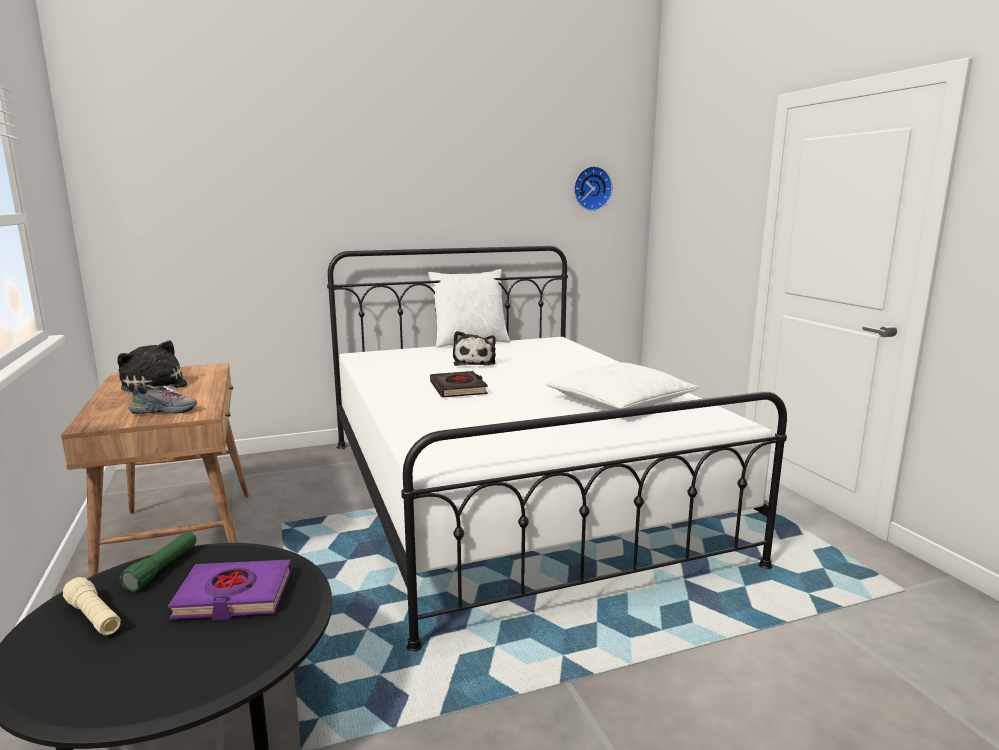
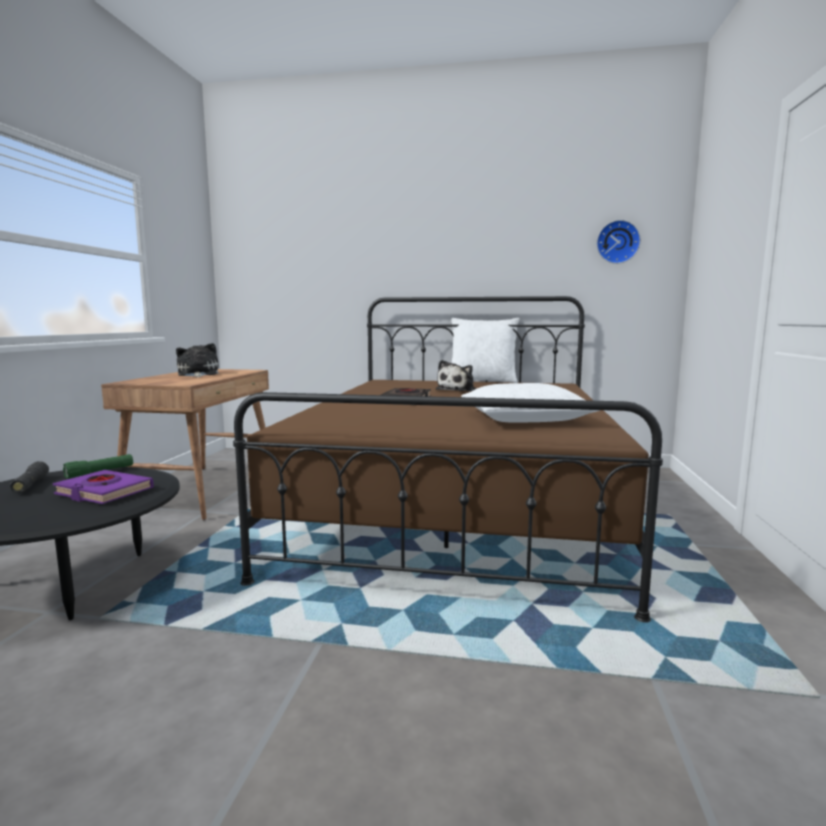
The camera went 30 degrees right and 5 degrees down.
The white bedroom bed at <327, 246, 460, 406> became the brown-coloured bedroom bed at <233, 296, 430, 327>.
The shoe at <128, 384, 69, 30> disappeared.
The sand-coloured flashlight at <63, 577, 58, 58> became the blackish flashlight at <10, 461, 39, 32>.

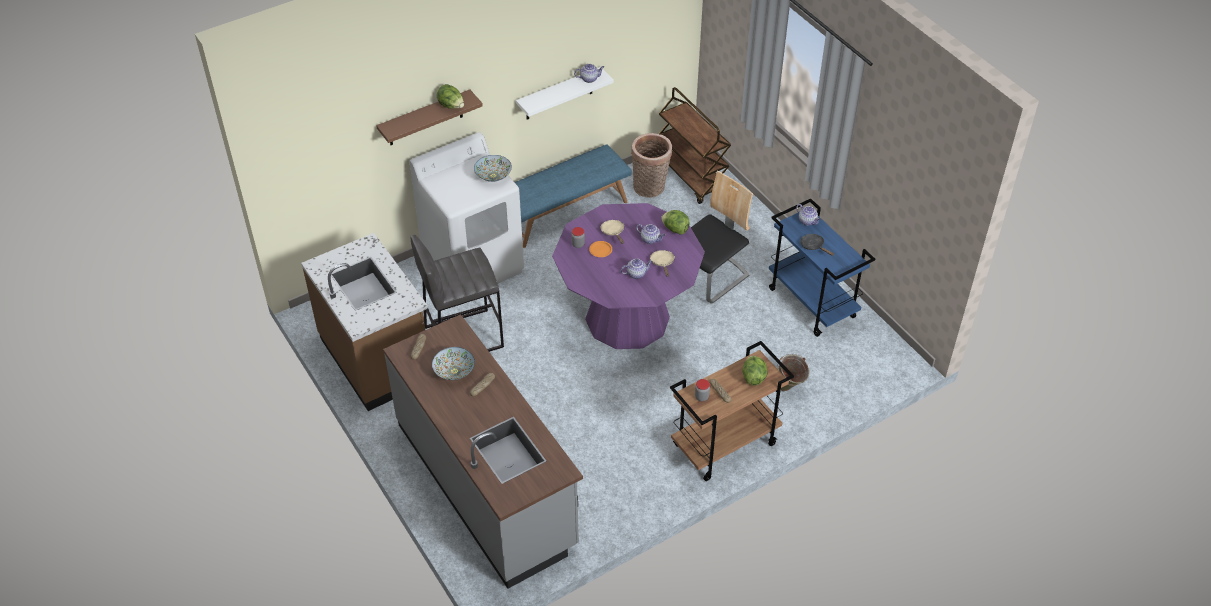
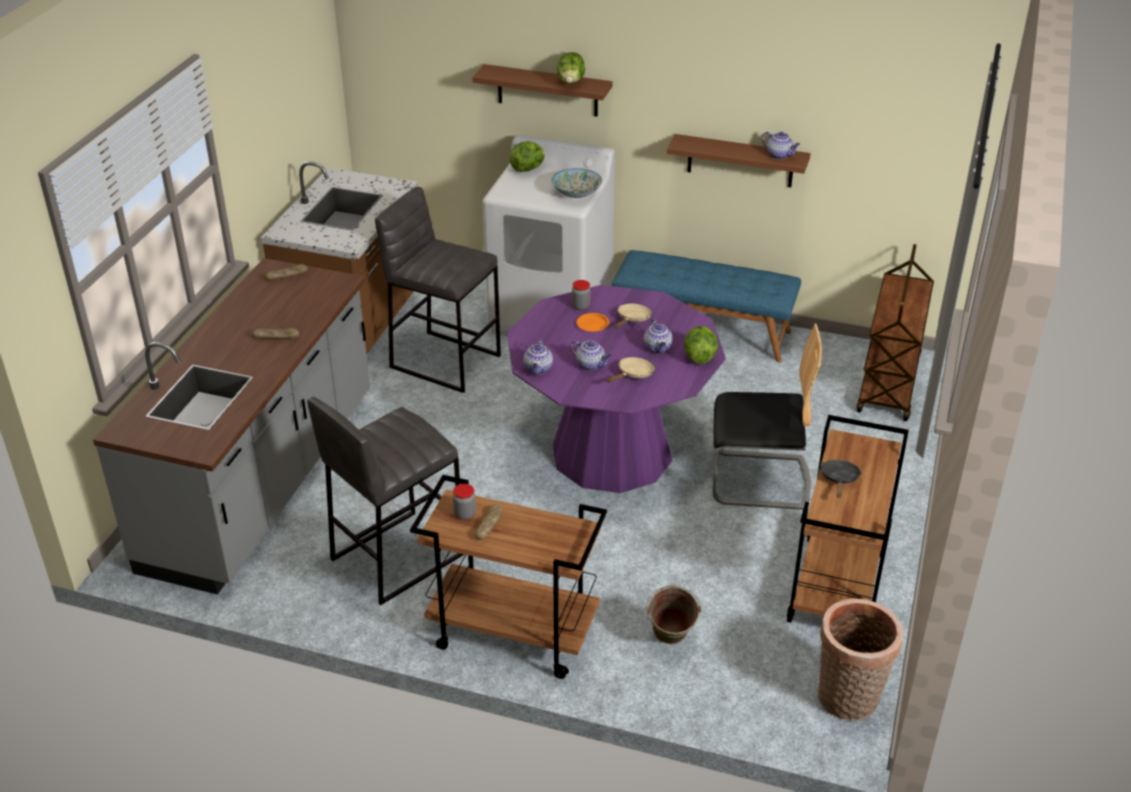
The camera went 50 degrees right and 10 degrees down.
The white bracket shelf at <516, 67, 98, 53> became the brown-coloured bracket shelf at <667, 134, 144, 53>.
The basket moved from <631, 133, 41, 65> to <817, 598, 86, 123>.
The blue trolley at <769, 199, 106, 138> became the brown-coloured trolley at <787, 415, 122, 208>.
The pot for tea moved from <796, 204, 25, 22> to <524, 339, 29, 36>.
The deep dish at <432, 347, 43, 33> disappeared.
The lettuce head moved from <742, 356, 26, 30> to <509, 141, 36, 31>.
The gray stool seat at <307, 397, 157, 208> appeared.

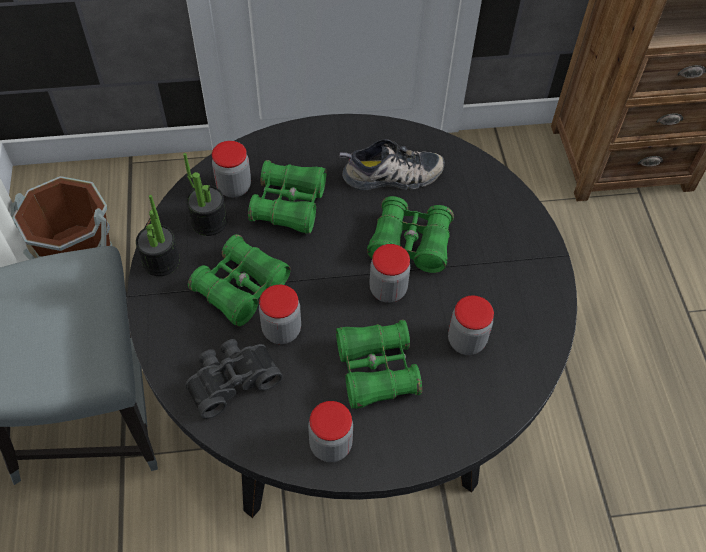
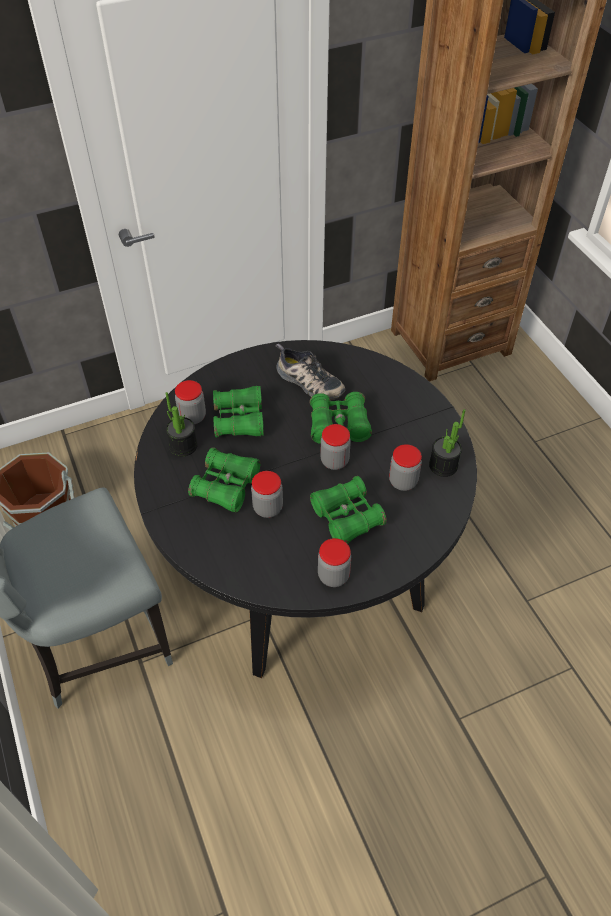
The camera went 15 degrees left and 5 degrees down.
The shoe at <339, 139, 106, 51> turned 60 degrees clockwise.
The houseplant moved from <136, 195, 44, 81> to <429, 409, 36, 68>.
The blackish pair of binoculars at <185, 339, 98, 80> disappeared.

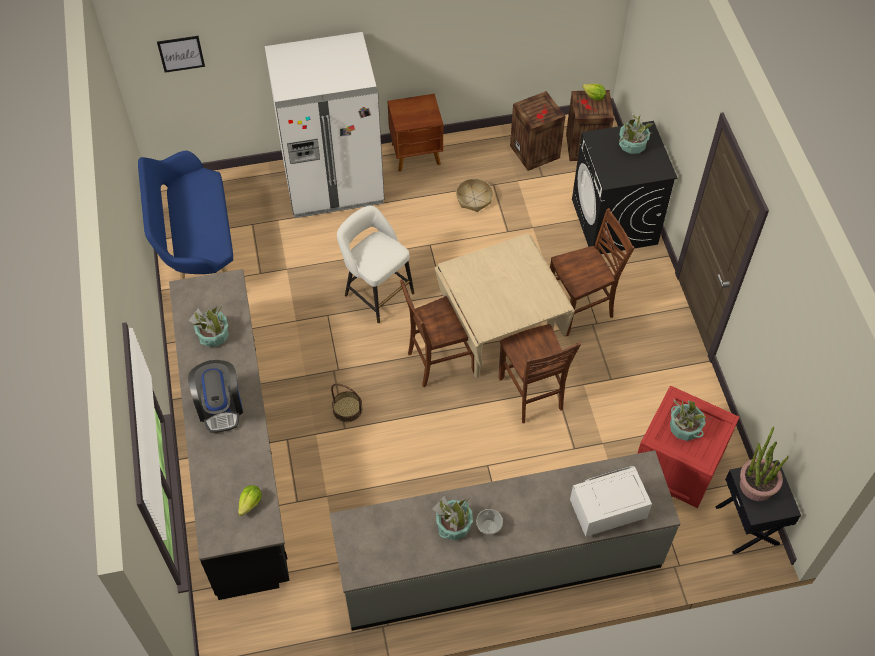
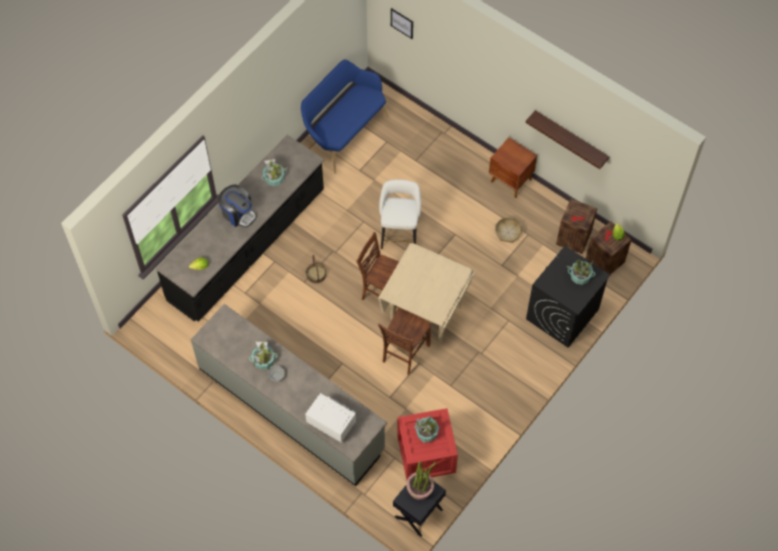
The camera went 50 degrees right and 5 degrees up.
The white fridge at <265, 32, 119, 186> disappeared.
The brown-coloured upright chair at <550, 208, 85, 128> disappeared.
The coffee maker at <188, 360, 55, 73> turned 90 degrees counterclockwise.
The bracket shelf at <525, 110, 84, 59> appeared.

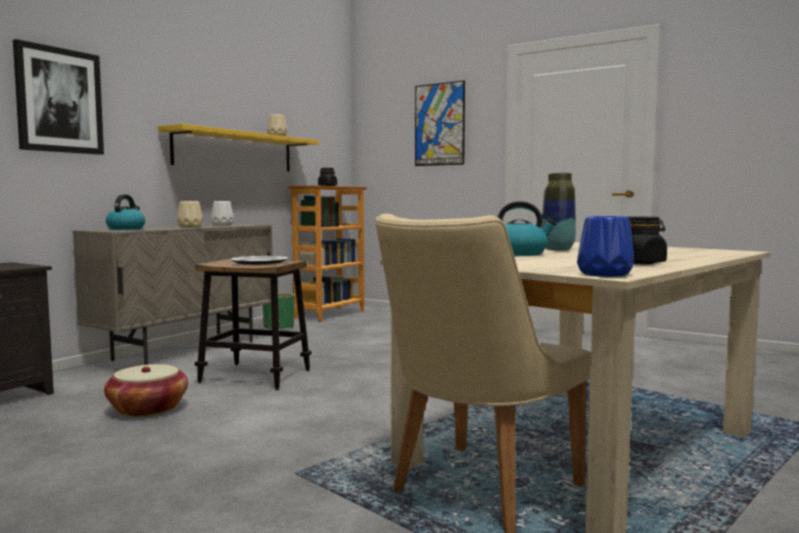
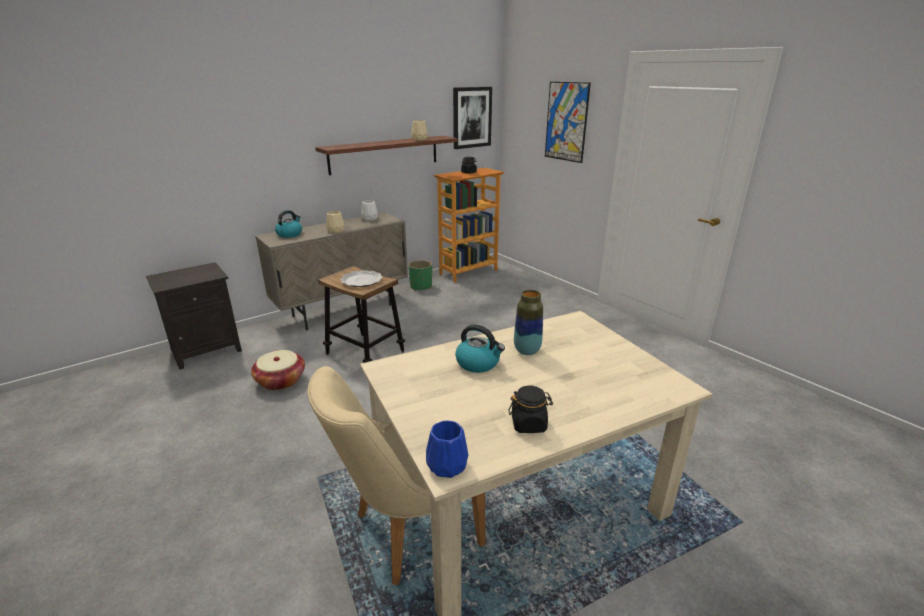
The camera went 20 degrees right and 20 degrees up.
The wall picture moved from <13, 39, 91, 116> to <453, 87, 39, 62>.
The yellow bracket shelf at <158, 124, 161, 47> became the brown-coloured bracket shelf at <315, 136, 143, 39>.

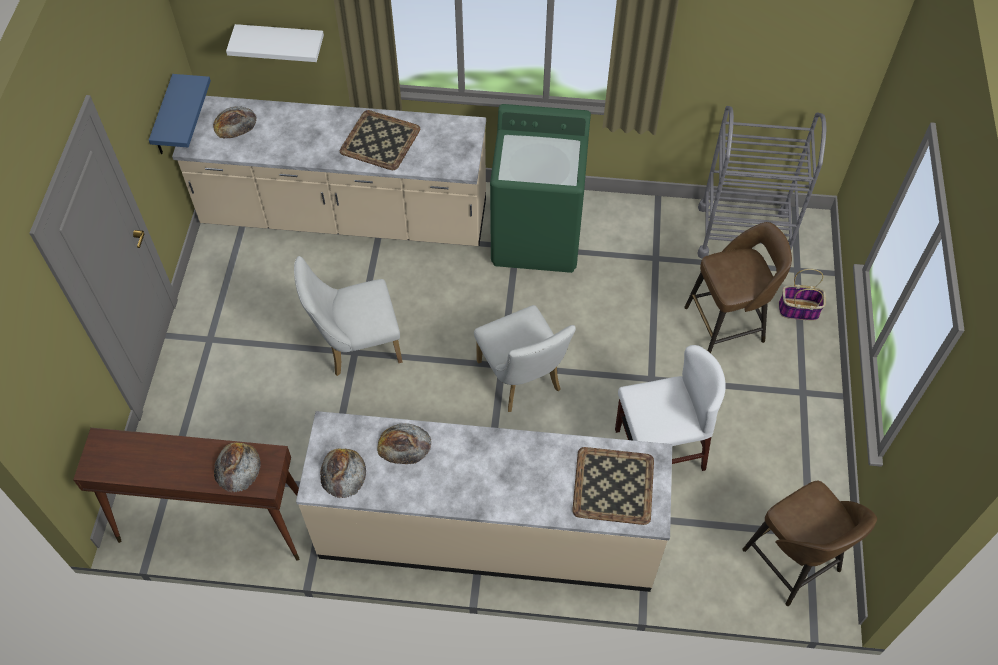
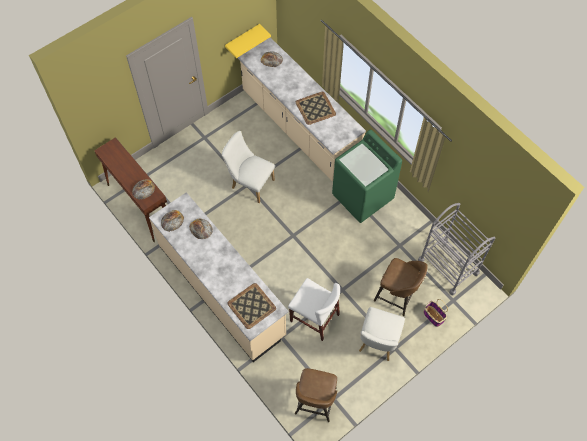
The camera went 45 degrees right and 5 degrees up.
The white bracket shelf at <226, 24, 98, 38> disappeared.
The blue bracket shelf at <149, 74, 62, 80> became the yellow bracket shelf at <225, 24, 46, 34>.
The white upright chair moved from <474, 305, 102, 107> to <359, 307, 46, 54>.

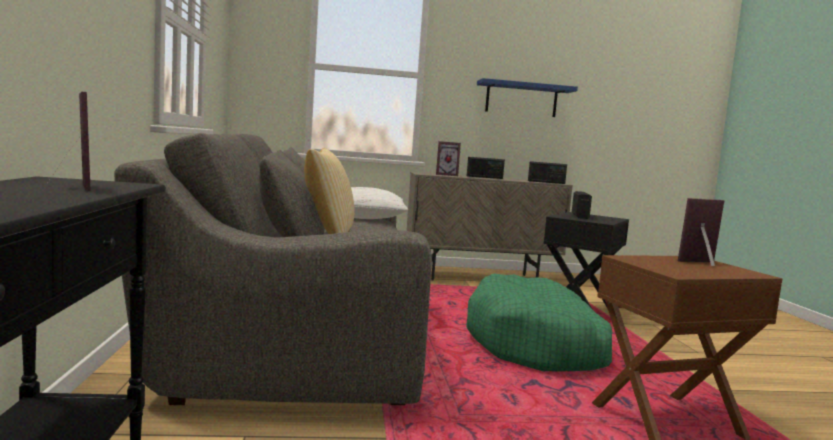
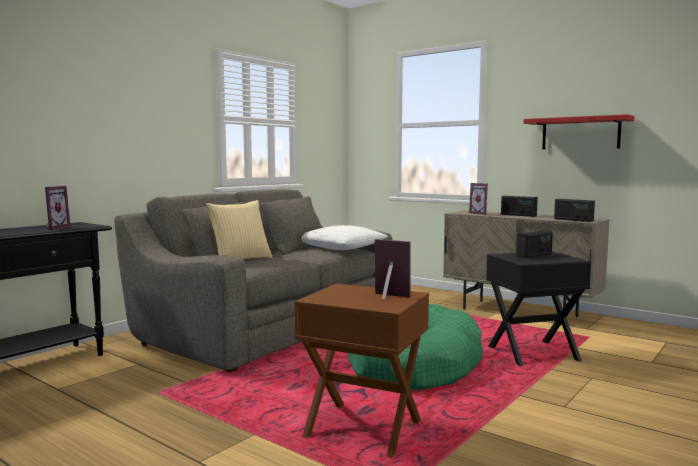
The camera went 45 degrees right and 0 degrees up.
The blue bracket shelf at <477, 78, 101, 39> became the red bracket shelf at <524, 114, 111, 35>.

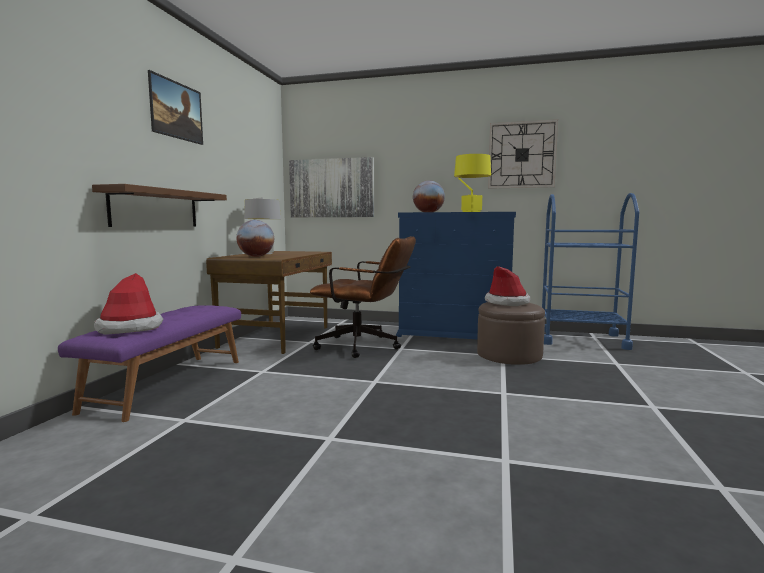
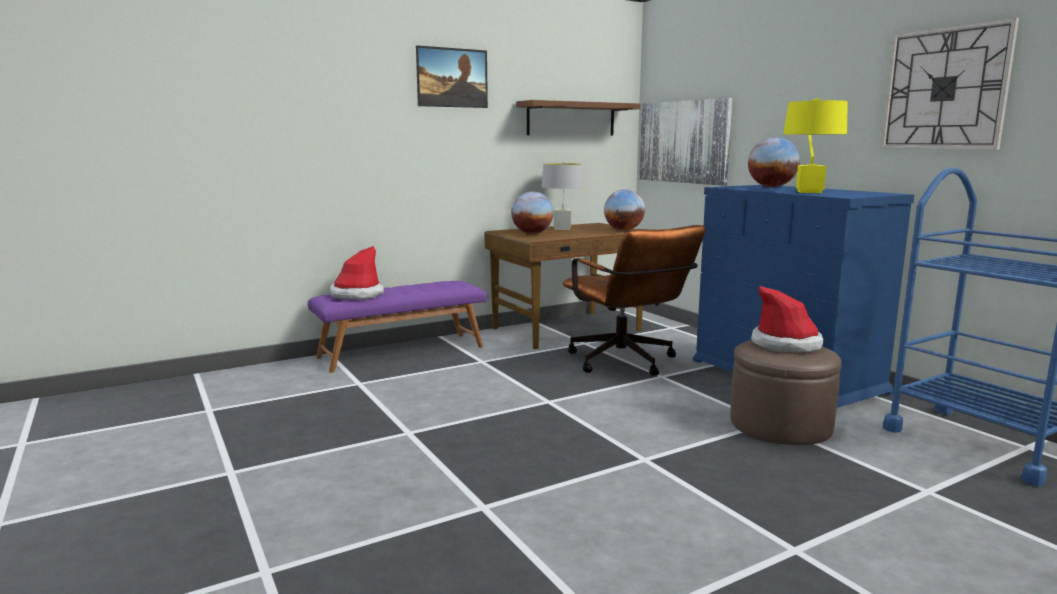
The camera went 45 degrees right and 5 degrees up.
The brown-coloured bracket shelf moved from <92, 184, 135, 43> to <516, 100, 125, 36>.
The desk globe at <604, 189, 41, 41> appeared.

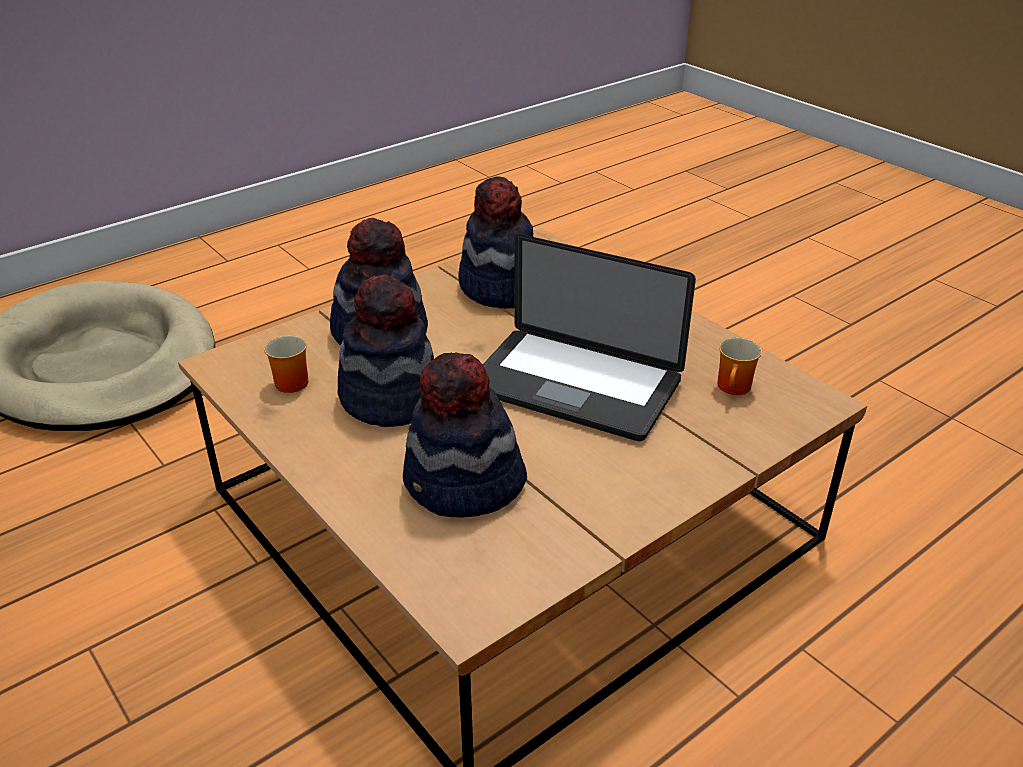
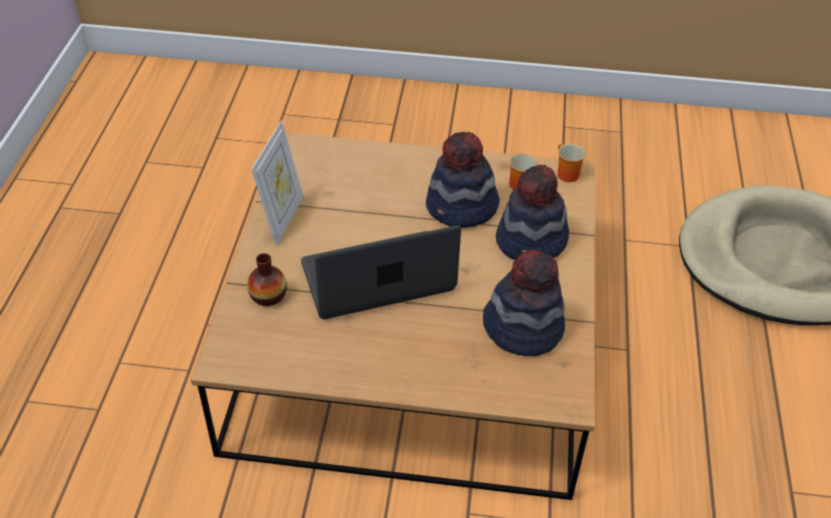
The camera went 135 degrees right and 10 degrees up.
The coffee mug moved from <717, 337, 45, 58> to <558, 144, 28, 38>.
The wearable hat at <403, 352, 124, 166> disappeared.
The picture frame at <251, 121, 52, 125> appeared.
The vase at <247, 253, 40, 53> appeared.

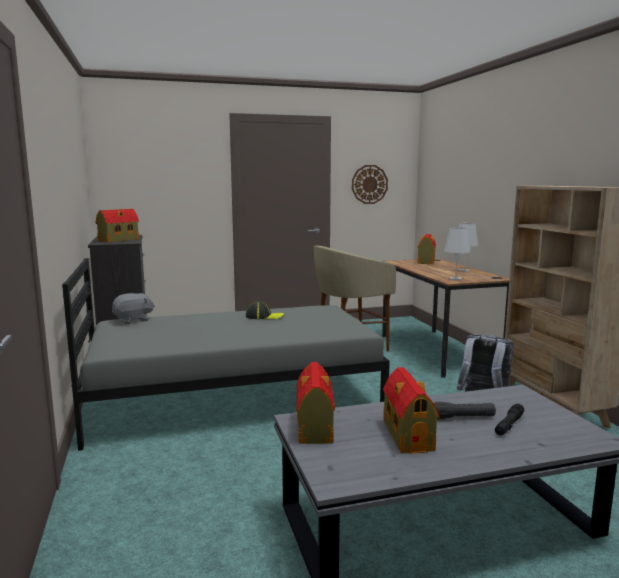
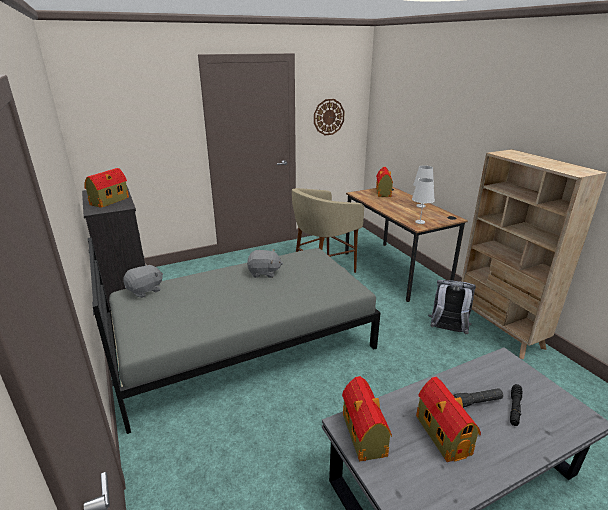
The camera went 10 degrees left and 15 degrees up.
The peaked cap at <246, 301, 38, 18> was replaced by the gray soft toy at <247, 249, 36, 29>.

